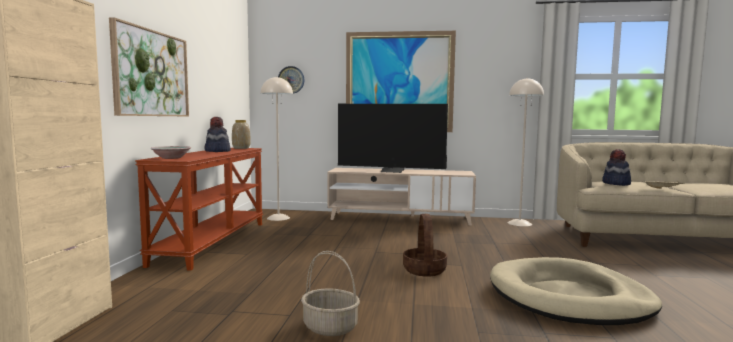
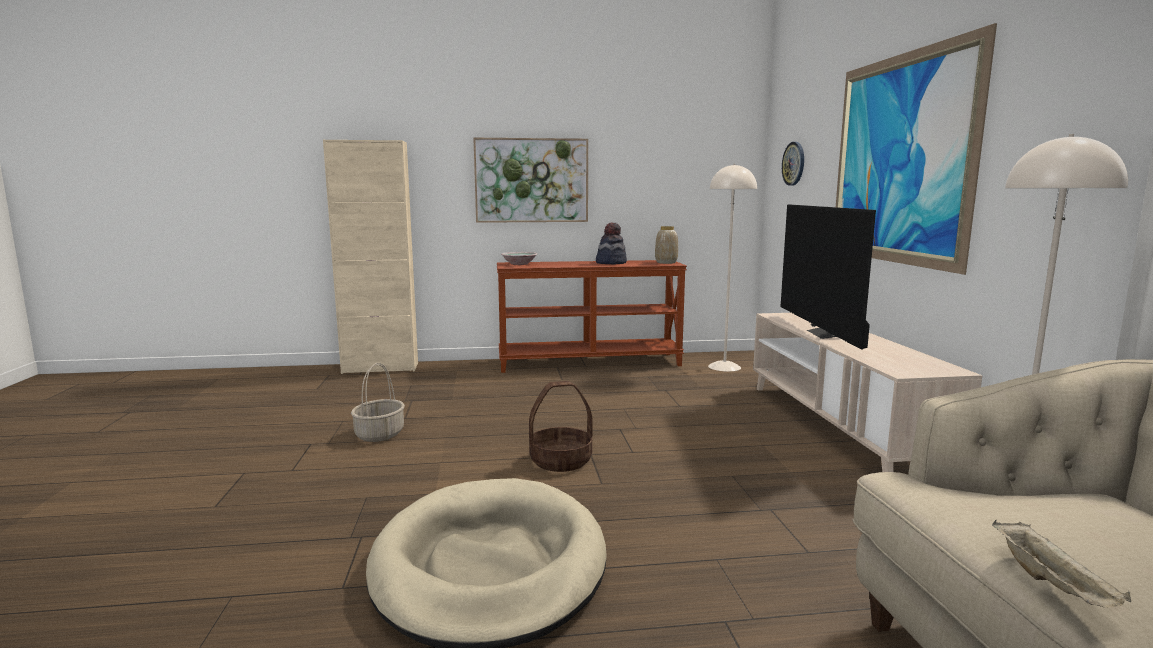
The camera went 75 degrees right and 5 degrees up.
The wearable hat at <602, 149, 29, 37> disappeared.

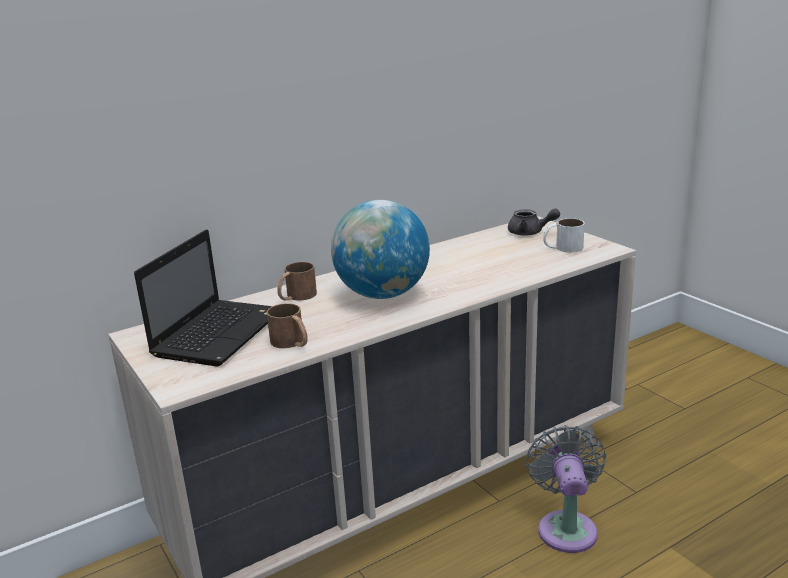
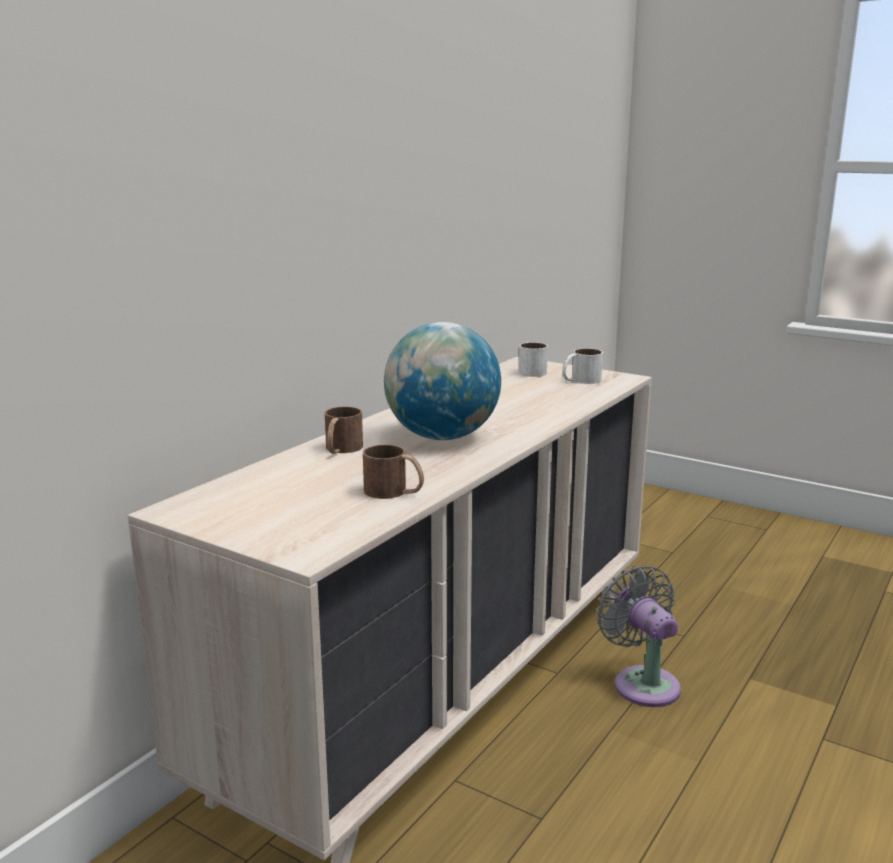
The camera went 25 degrees left and 5 degrees down.
The gray pot for tea at <508, 208, 52, 28> was replaced by the white coffee mug at <519, 342, 29, 35>.
The laptop at <134, 230, 138, 136> disappeared.

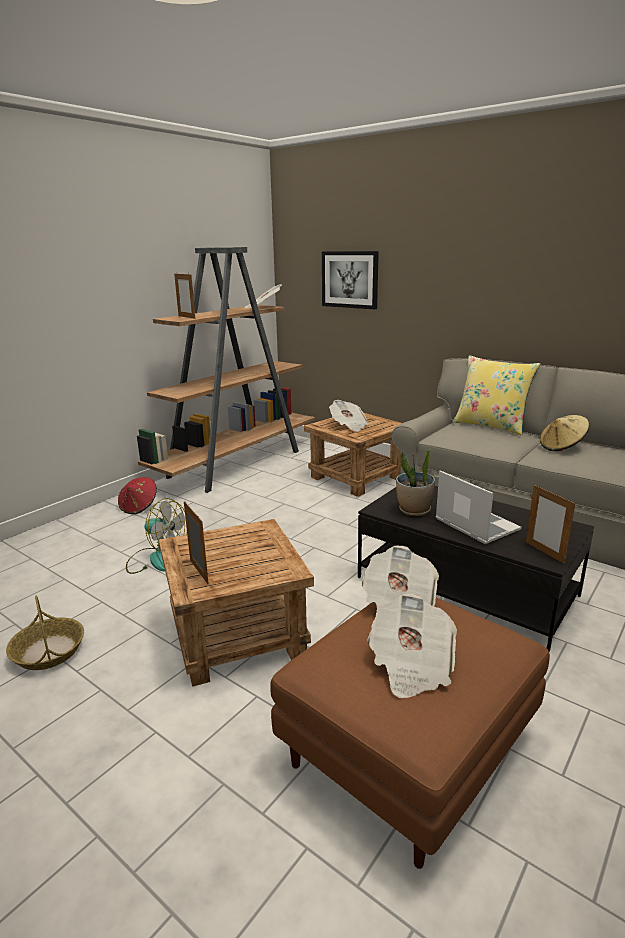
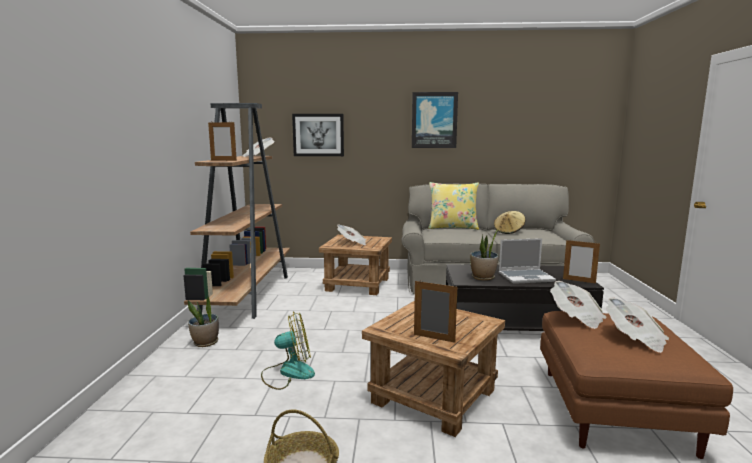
The camera went 35 degrees left and 10 degrees down.
The laptop at <435, 471, 86, 73> turned 150 degrees clockwise.
The red wearable hat at <118, 477, 39, 37> was replaced by the houseplant at <188, 296, 31, 51>.
The wall picture at <412, 92, 46, 56> appeared.

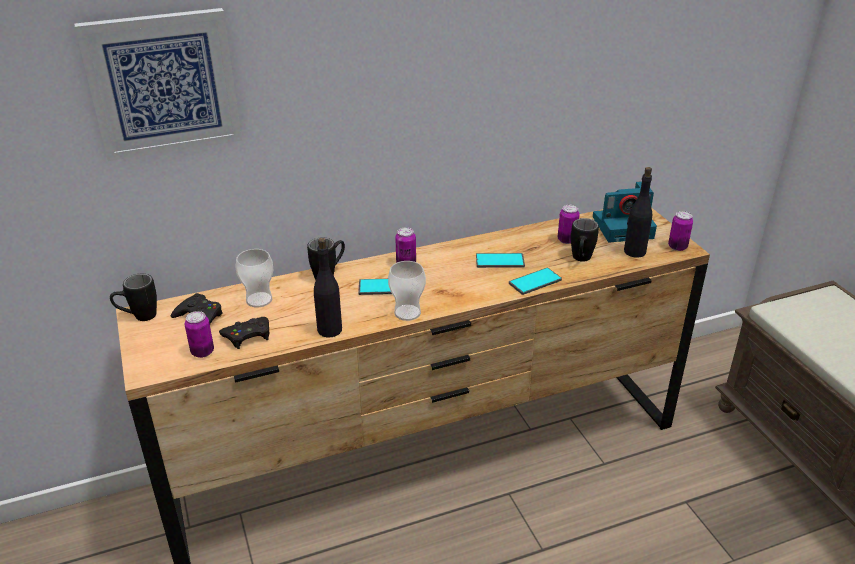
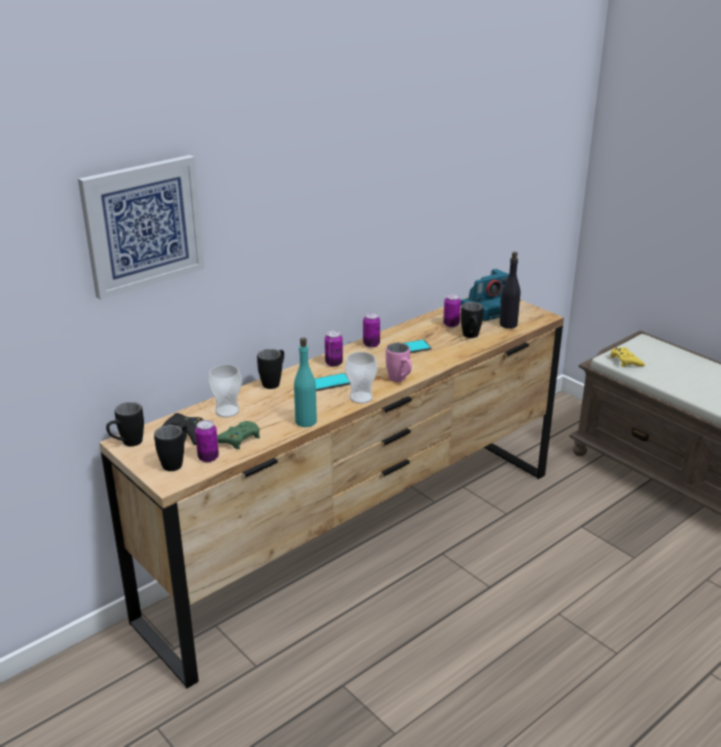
The camera went 20 degrees left and 5 degrees down.
The sealed can moved from <668, 211, 25, 40> to <363, 313, 17, 35>.
The blackish bottle at <314, 238, 28, 99> became the blue-green bottle at <294, 338, 23, 89>.
The handset at <509, 268, 53, 27> disappeared.
The blackish game controller at <219, 317, 50, 32> became the green game controller at <217, 421, 43, 28>.
The pink coffee mug at <386, 343, 26, 39> appeared.
The yellow game controller at <610, 348, 35, 19> appeared.
The blackish coffee mug at <154, 425, 33, 46> appeared.

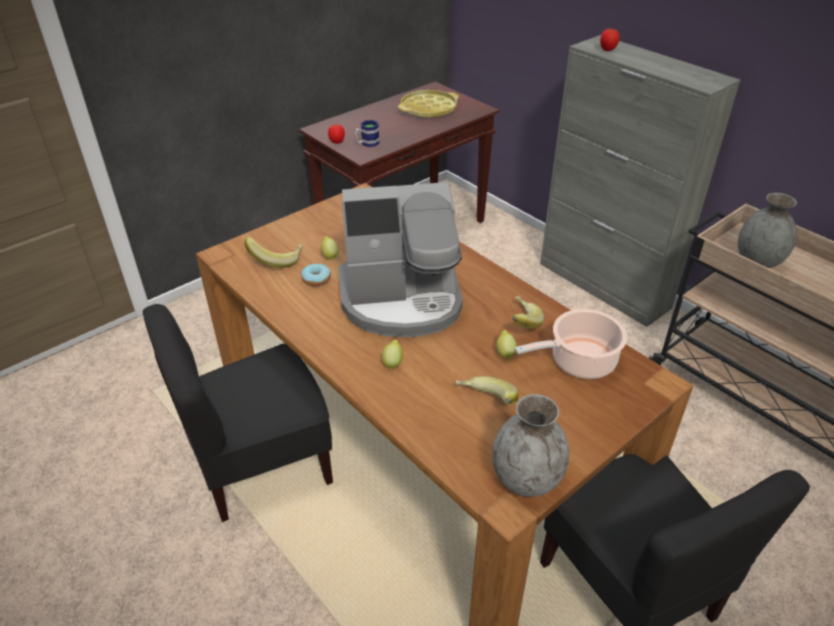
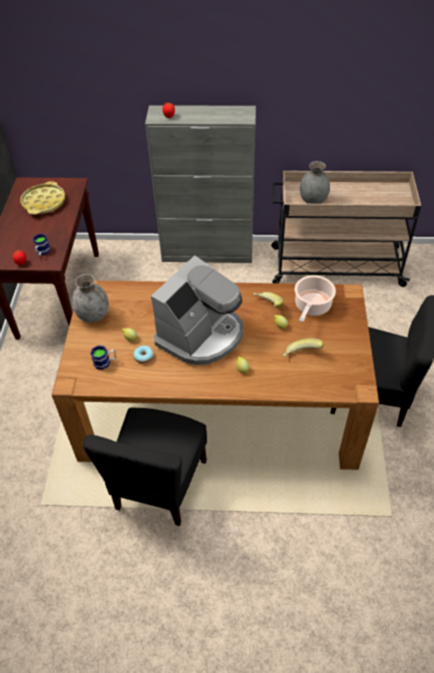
The camera went 45 degrees left and 10 degrees up.
The banana at <245, 237, 58, 31> was replaced by the coffee mug at <90, 345, 26, 25>.
The gray vase moved from <492, 394, 77, 103> to <72, 274, 37, 49>.

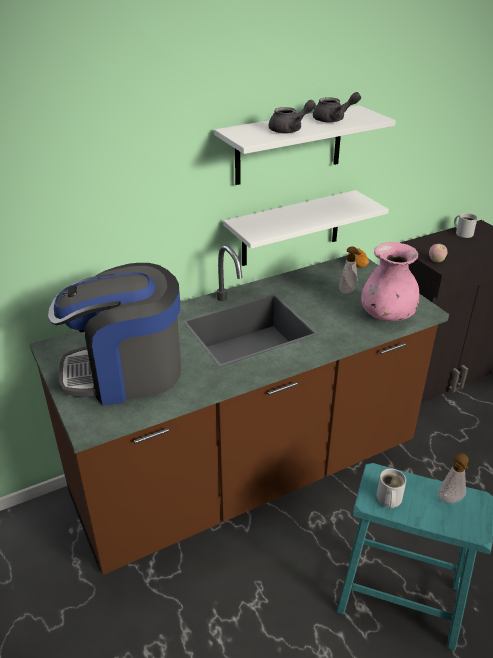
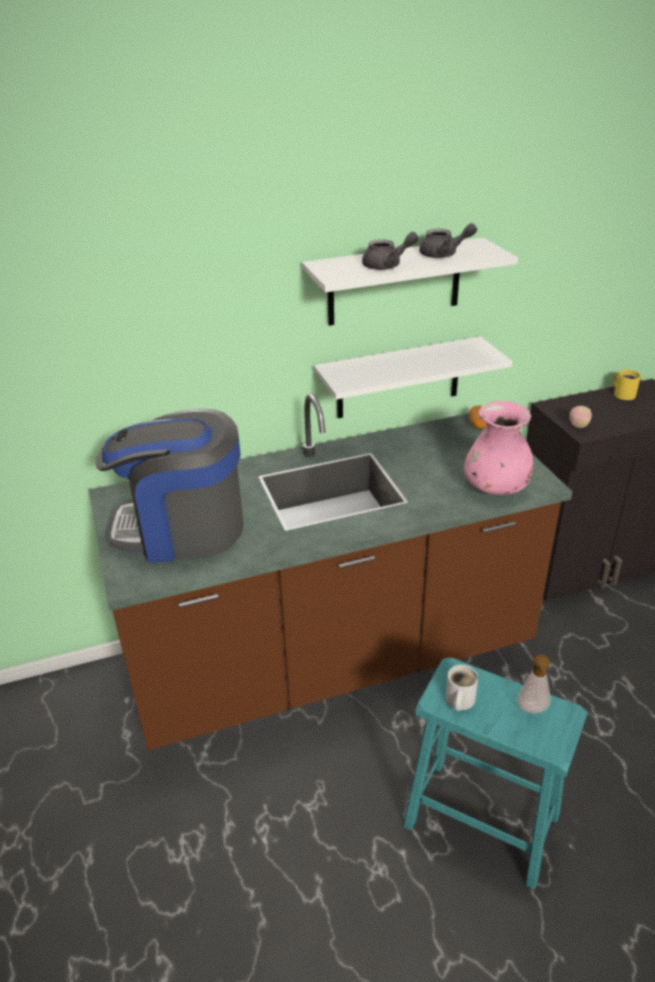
The camera went 10 degrees right and 0 degrees up.
The white coffee mug at <454, 213, 23, 25> became the yellow coffee mug at <613, 370, 28, 30>.
The liquid soap bottle at <339, 246, 22, 48> disappeared.

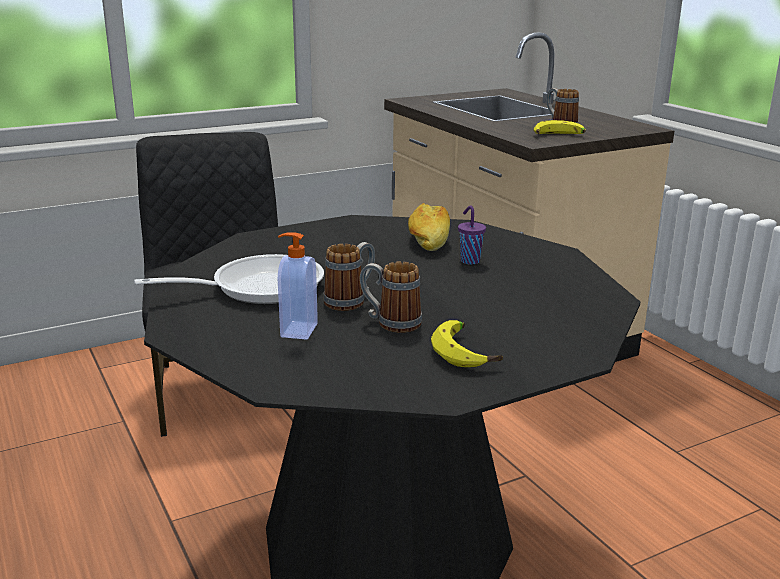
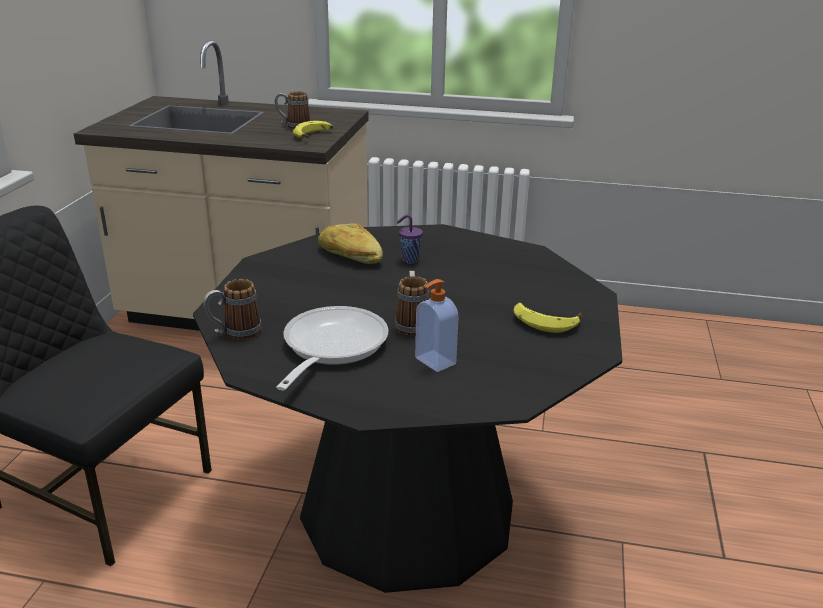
The camera went 50 degrees left and 5 degrees up.
The coffee mug moved from <360, 261, 62, 72> to <203, 279, 59, 61>.

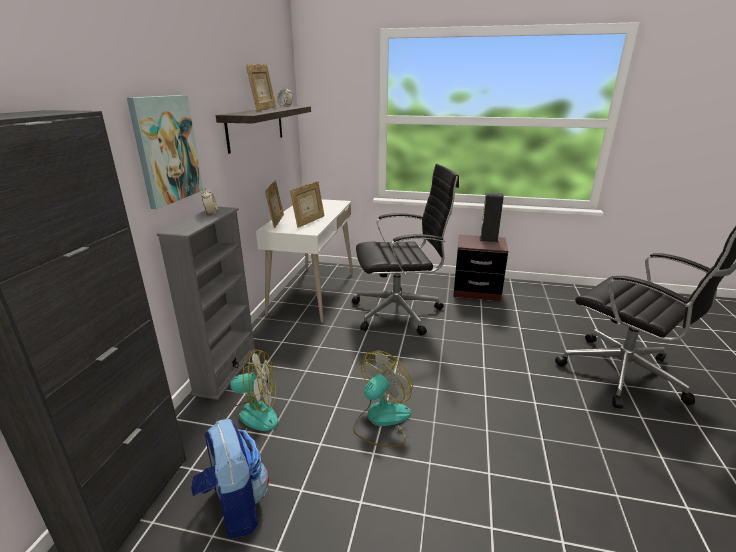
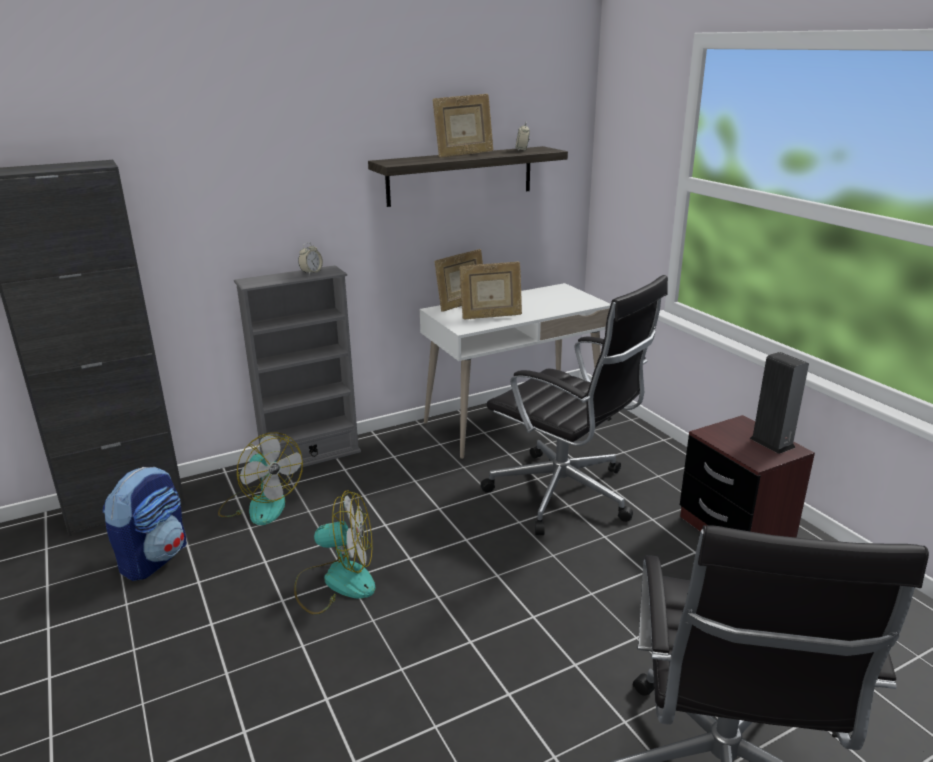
The camera went 50 degrees right and 0 degrees up.
The wall picture at <127, 95, 76, 114> disappeared.

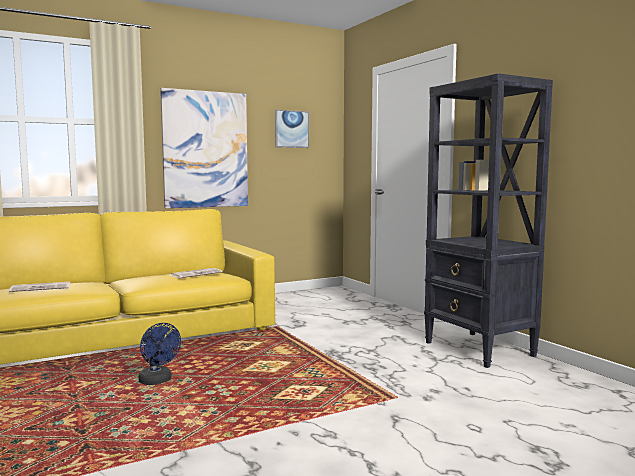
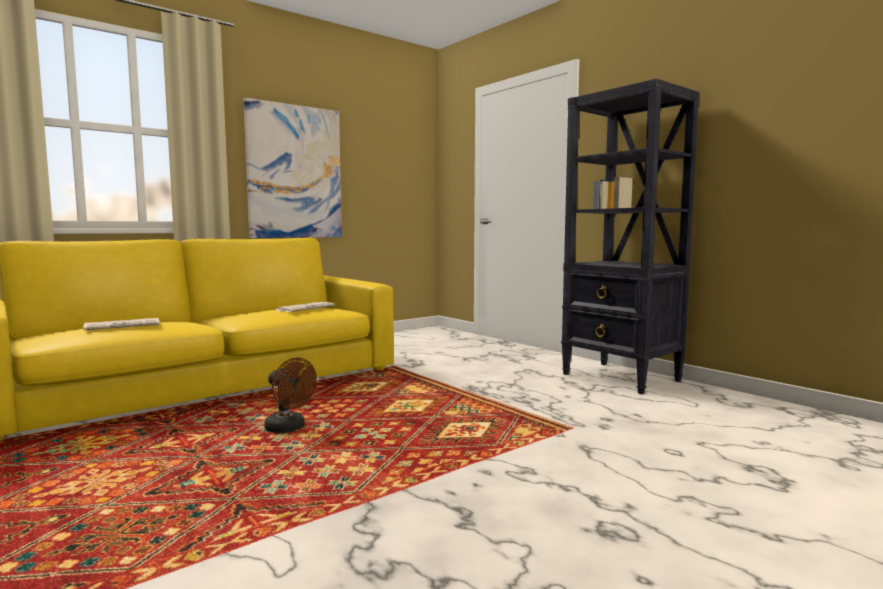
The camera went 10 degrees left and 0 degrees up.
The wall picture at <275, 110, 34, 38> disappeared.
The blue electric fan at <138, 323, 43, 62> became the brown-coloured electric fan at <264, 358, 53, 75>.

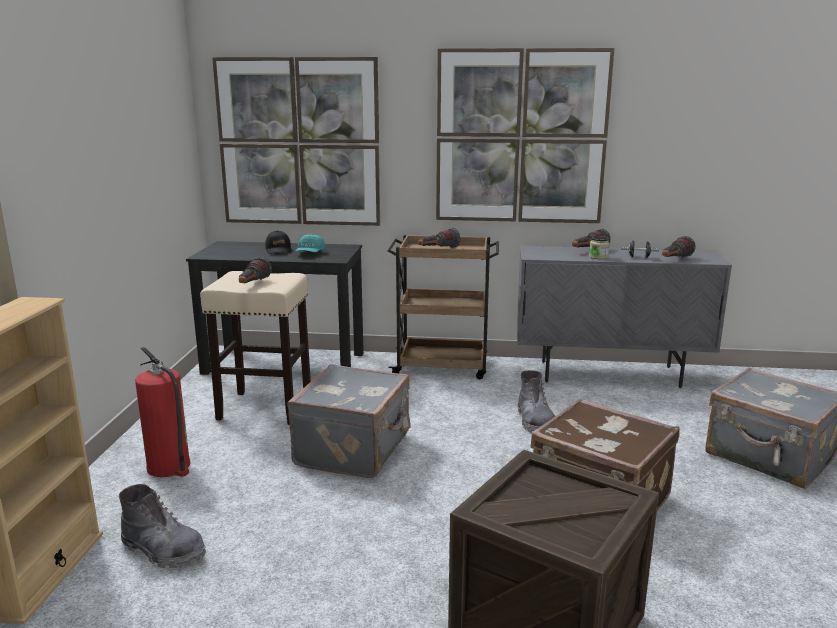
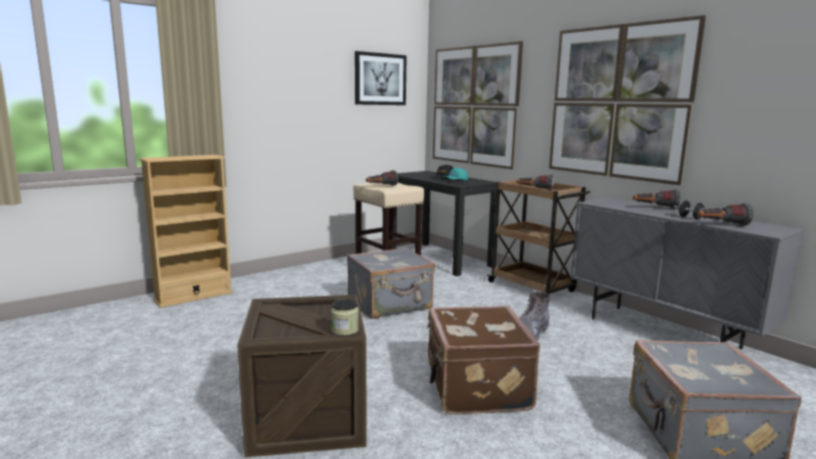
The camera went 45 degrees right and 5 degrees down.
The jar moved from <589, 236, 20, 23> to <331, 299, 28, 36>.
The fire extinguisher at <135, 347, 55, 130> disappeared.
The gray boot at <119, 484, 87, 84> disappeared.
The wall picture at <355, 51, 52, 54> appeared.

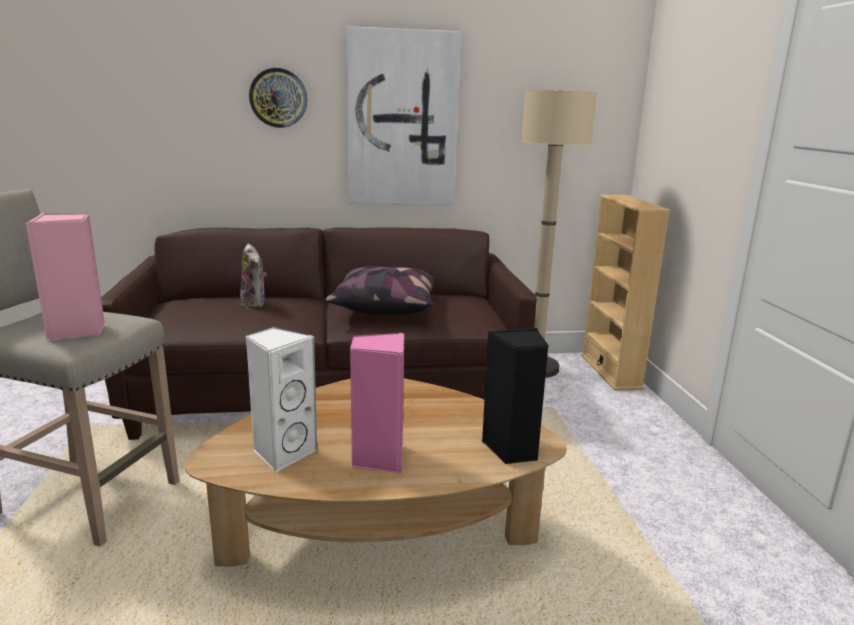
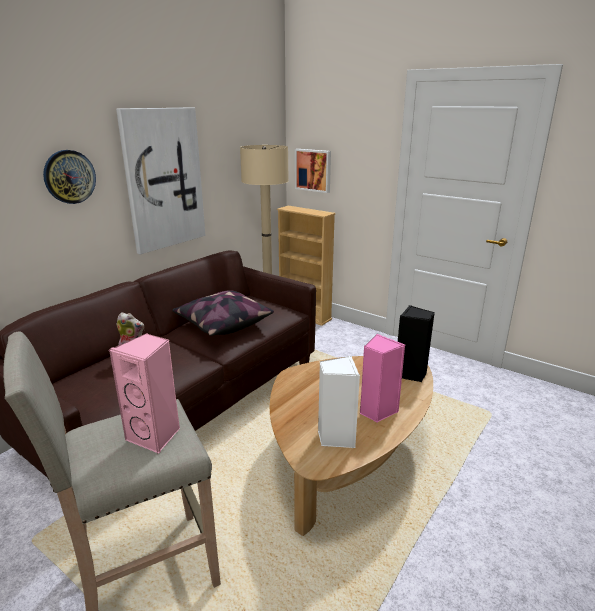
The camera went 45 degrees left and 5 degrees up.
The wall picture at <295, 149, 36, 44> appeared.

